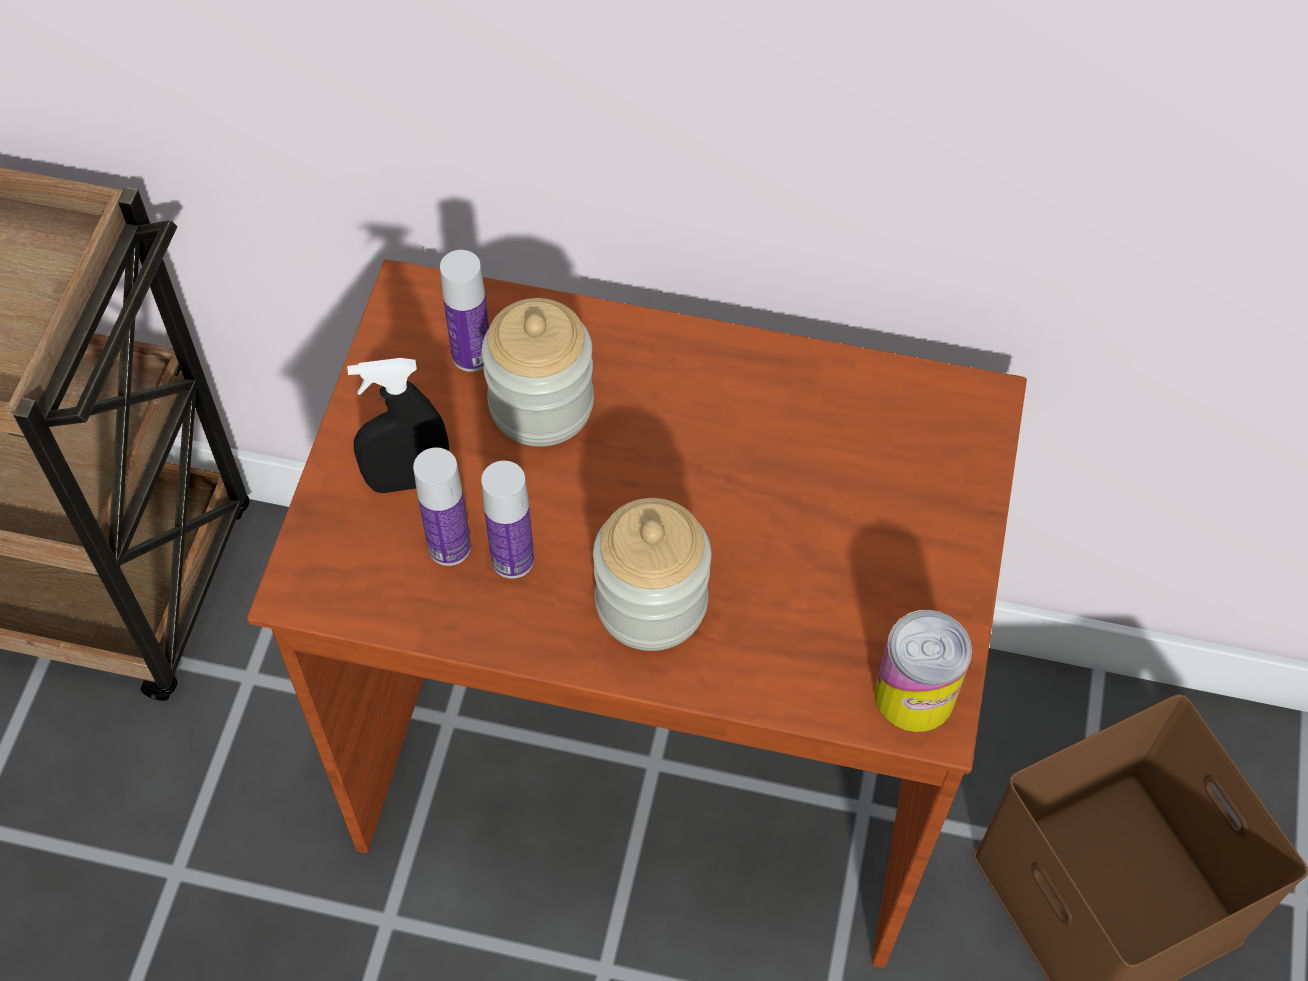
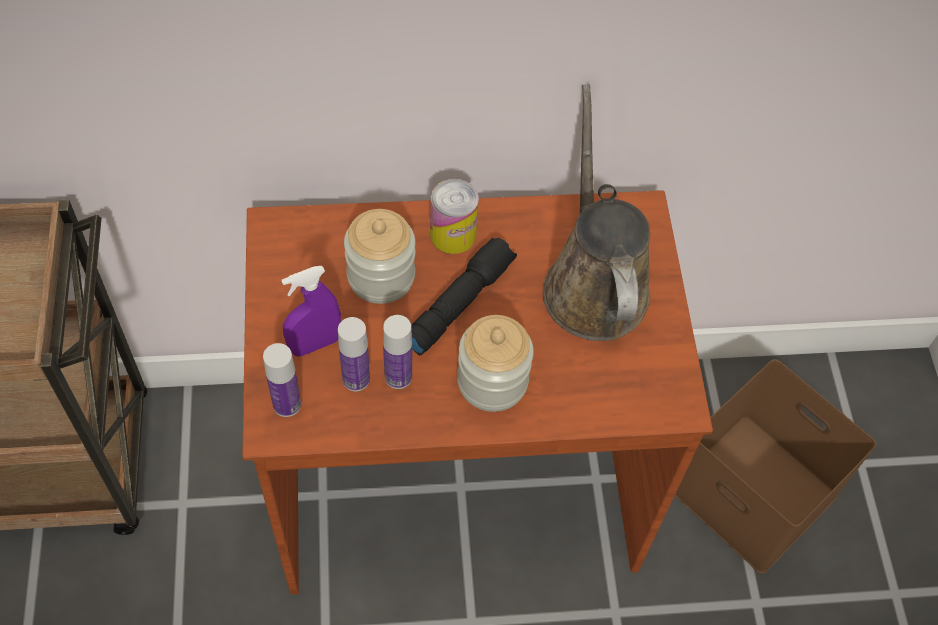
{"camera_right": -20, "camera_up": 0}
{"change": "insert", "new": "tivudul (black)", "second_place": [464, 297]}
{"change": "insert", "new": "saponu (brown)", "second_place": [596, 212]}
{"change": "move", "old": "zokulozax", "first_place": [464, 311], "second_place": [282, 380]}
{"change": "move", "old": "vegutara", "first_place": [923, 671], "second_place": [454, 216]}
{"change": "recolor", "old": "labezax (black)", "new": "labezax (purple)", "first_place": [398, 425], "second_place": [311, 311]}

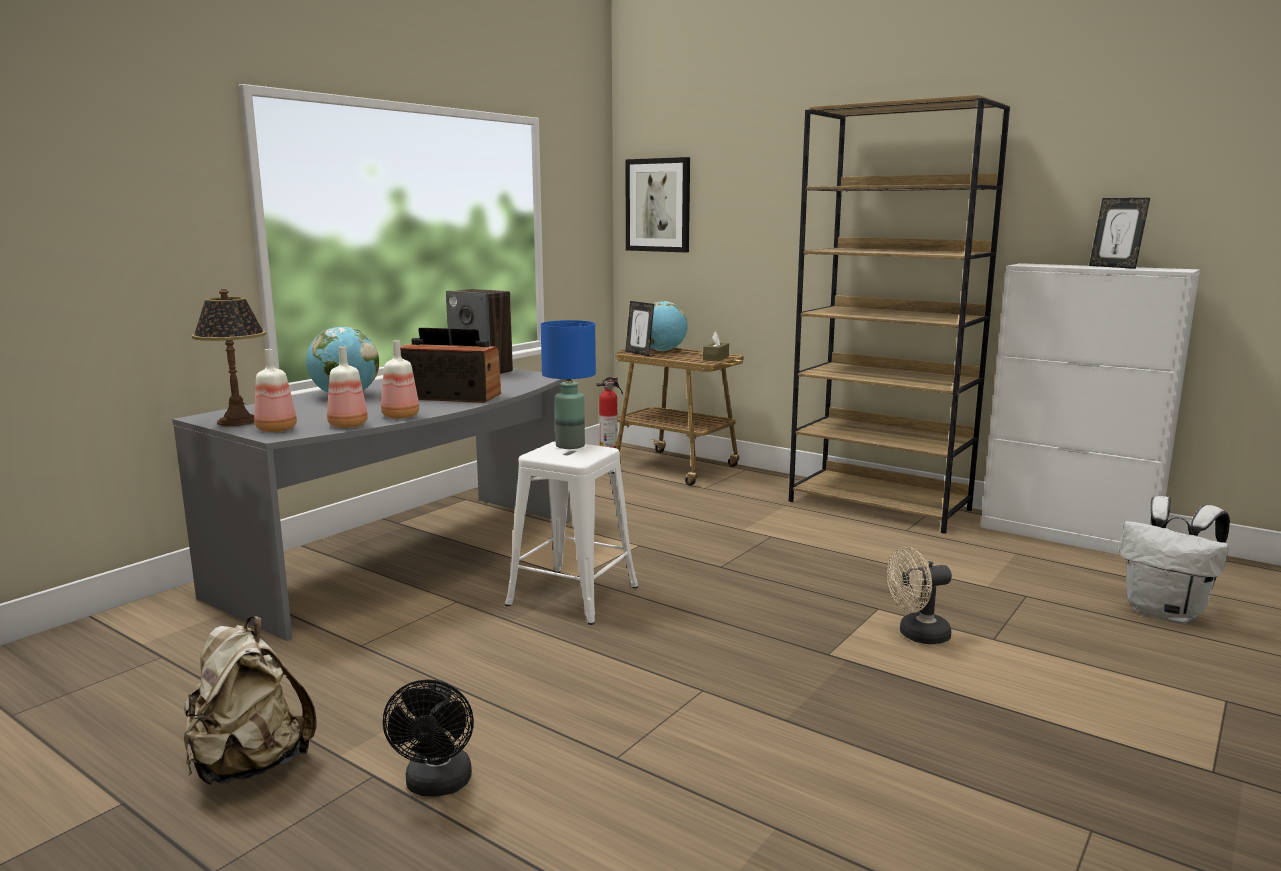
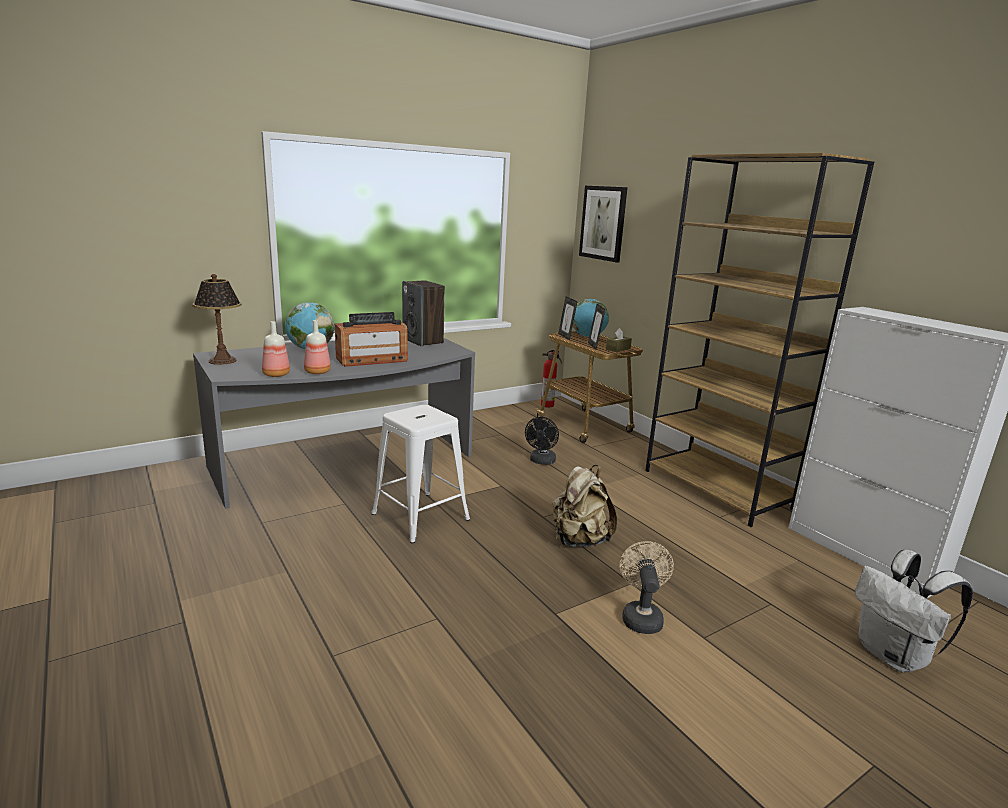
{"camera_right": 20, "camera_up": 5}
{"change": "delete", "old": "zokulozax", "first_place": [275, 390]}
{"change": "delete", "old": "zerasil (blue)", "first_place": [568, 384]}
{"change": "move", "old": "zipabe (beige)", "first_place": [250, 700], "second_place": [585, 506]}
{"change": "move", "old": "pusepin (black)", "first_place": [428, 738], "second_place": [542, 441]}
{"change": "move", "old": "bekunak", "first_place": [1119, 233], "second_place": [596, 327]}
{"change": "rotate", "old": "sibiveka", "first_place": [450, 365], "second_place": [371, 339], "degrees": 120}
{"change": "rotate", "old": "pusepin (beige)", "first_place": [919, 595], "second_place": [647, 587], "degrees": 90}

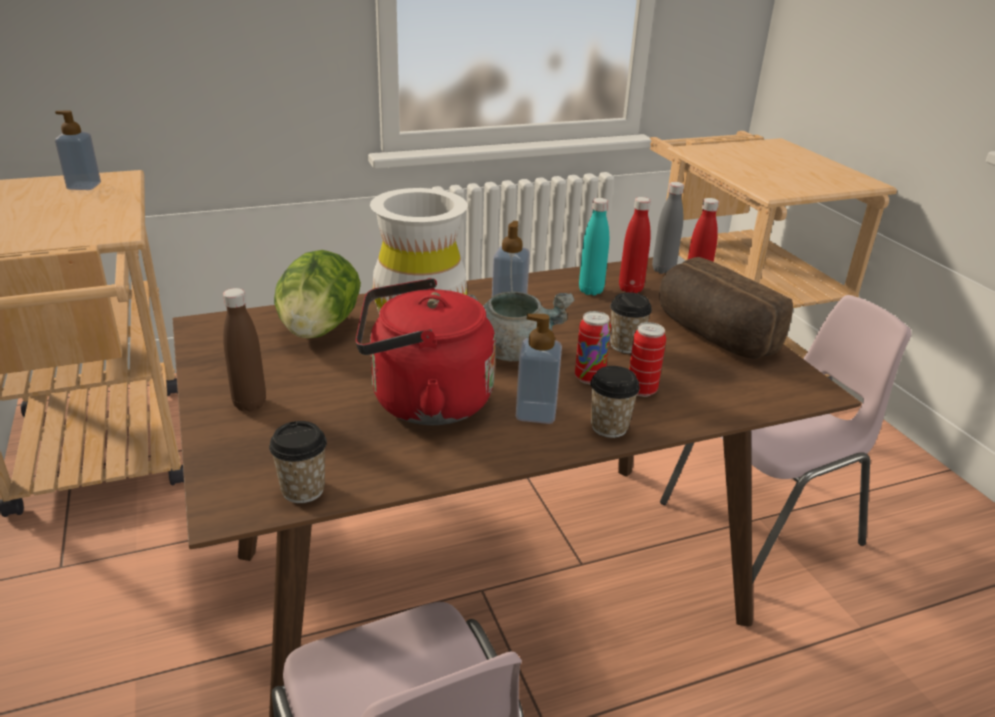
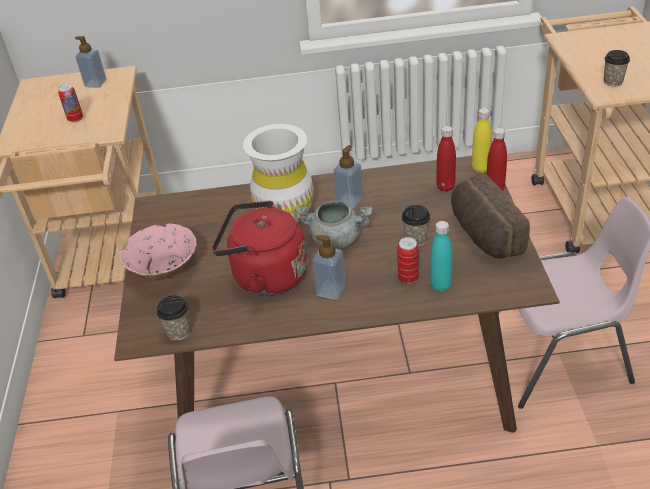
{"camera_right": 20, "camera_up": 10}
{"change": "delete", "old": "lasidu", "first_place": [317, 294]}
{"change": "move", "old": "vegutara", "first_place": [593, 347], "second_place": [70, 103]}
{"change": "move", "old": "zokulozax (turquoise)", "first_place": [594, 246], "second_place": [441, 256]}
{"change": "move", "old": "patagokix", "first_place": [615, 402], "second_place": [617, 68]}
{"change": "replace", "old": "zokulozax (brown)", "new": "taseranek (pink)", "first_place": [244, 349], "second_place": [158, 251]}
{"change": "recolor", "old": "zokulozax (grey)", "new": "zokulozax (yellow)", "first_place": [668, 228], "second_place": [482, 140]}

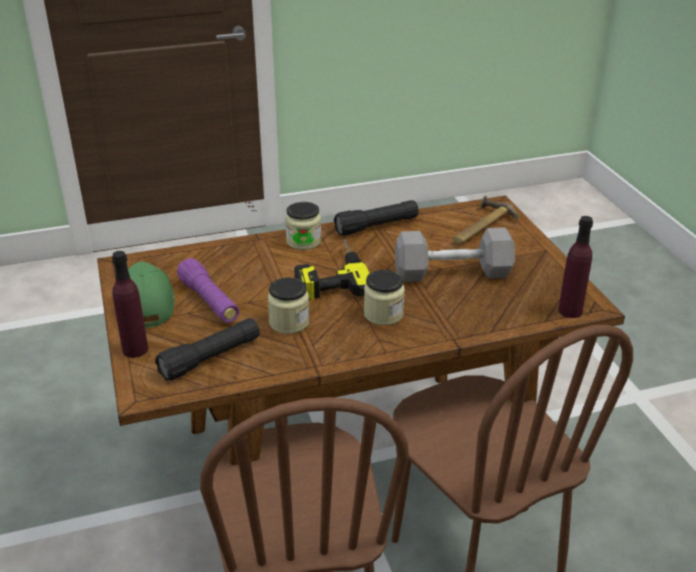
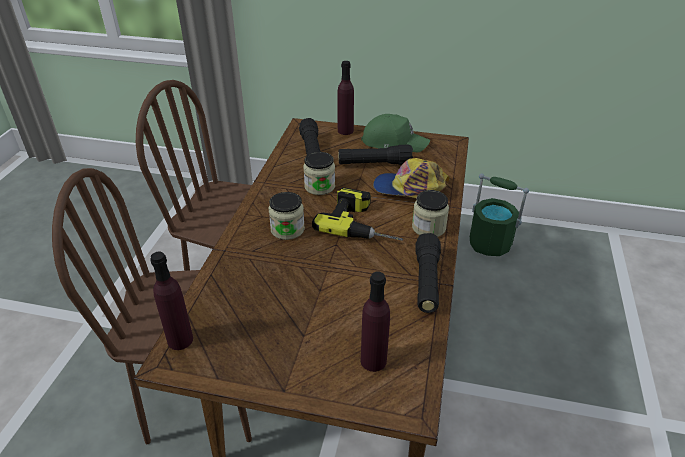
{"camera_right": 120, "camera_up": 5}
{"change": "delete", "old": "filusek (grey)", "first_place": [455, 254]}
{"change": "insert", "new": "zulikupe", "second_place": [411, 178]}
{"change": "insert", "new": "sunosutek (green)", "second_place": [499, 214]}
{"change": "replace", "old": "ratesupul", "new": "zokulozax (purple)", "first_place": [486, 219], "second_place": [375, 321]}
{"change": "recolor", "old": "tivudul (purple)", "new": "tivudul (black)", "first_place": [208, 290], "second_place": [375, 154]}

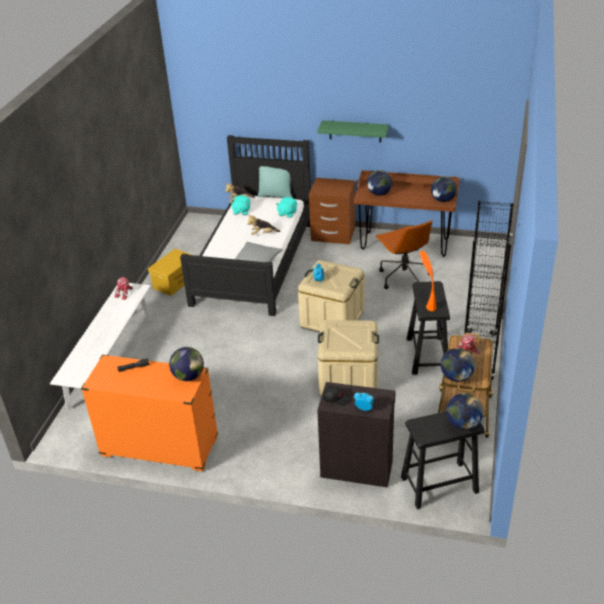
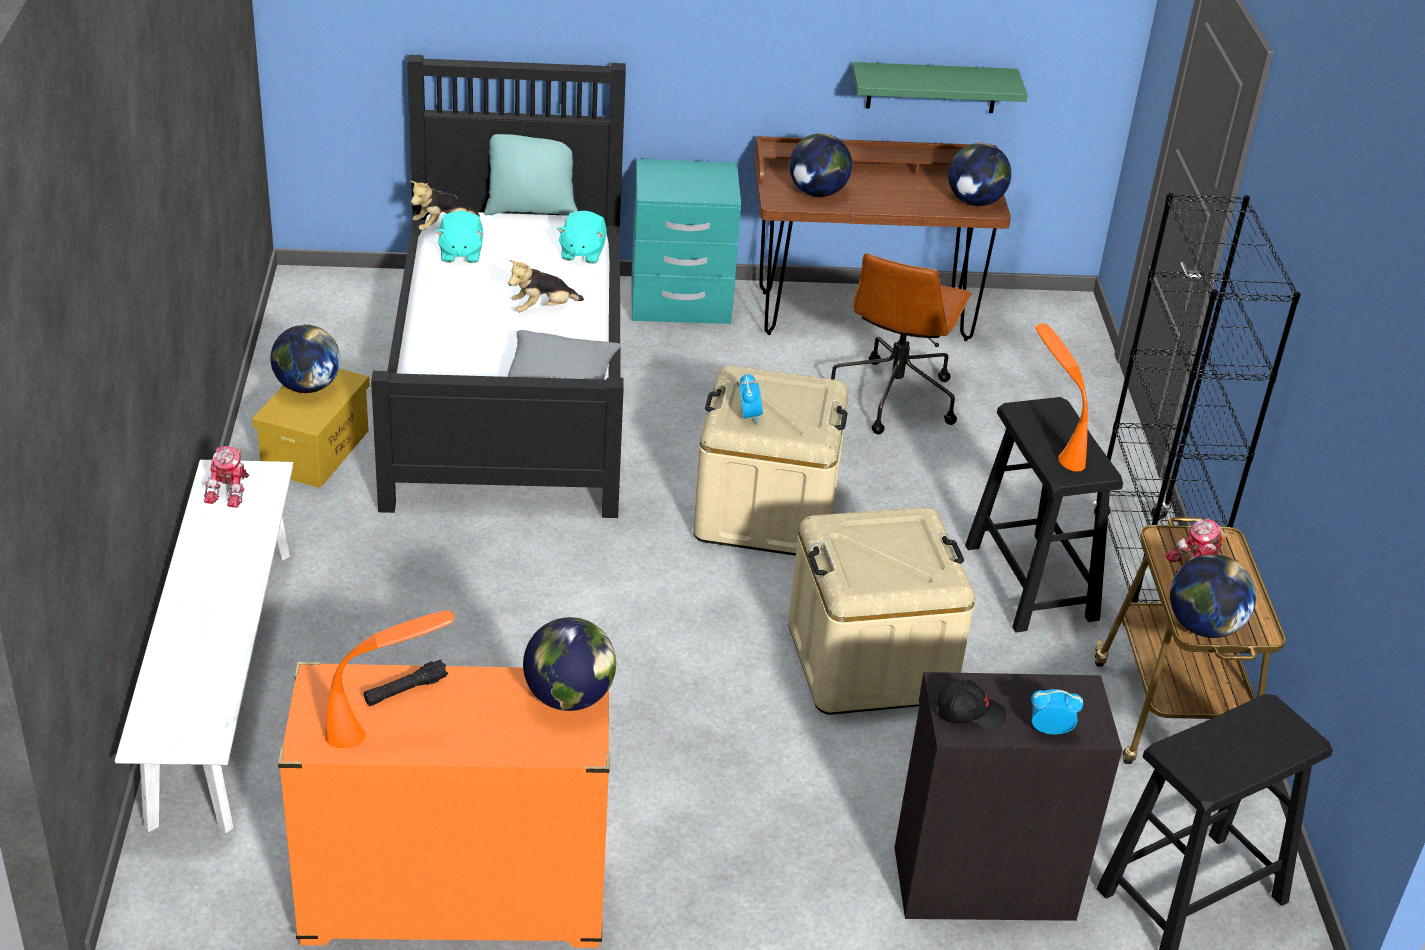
{"camera_right": -20, "camera_up": 0}
{"change": "insert", "new": "zerasil (orange)", "second_place": [390, 679]}
{"change": "move", "old": "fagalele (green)", "first_place": [353, 131], "second_place": [940, 87]}
{"change": "move", "old": "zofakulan", "first_place": [464, 411], "second_place": [305, 359]}
{"change": "recolor", "old": "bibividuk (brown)", "new": "bibividuk (turquoise)", "first_place": [332, 211], "second_place": [686, 241]}
{"change": "rotate", "old": "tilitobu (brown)", "first_place": [404, 254], "second_place": [901, 344], "degrees": 60}

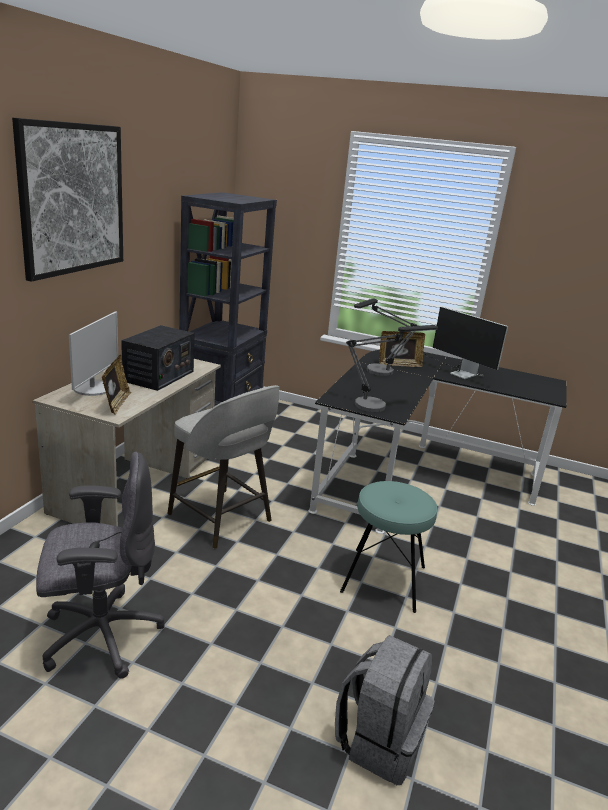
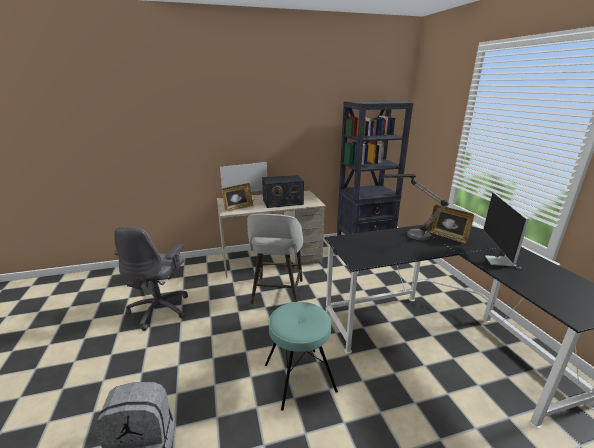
{"camera_right": 55, "camera_up": 0}
{"change": "delete", "old": "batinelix", "first_place": [67, 200]}
{"change": "delete", "old": "zerasil", "first_place": [392, 368]}
{"change": "rotate", "old": "tilitobu (grey)", "first_place": [100, 565], "second_place": [151, 279], "degrees": 60}

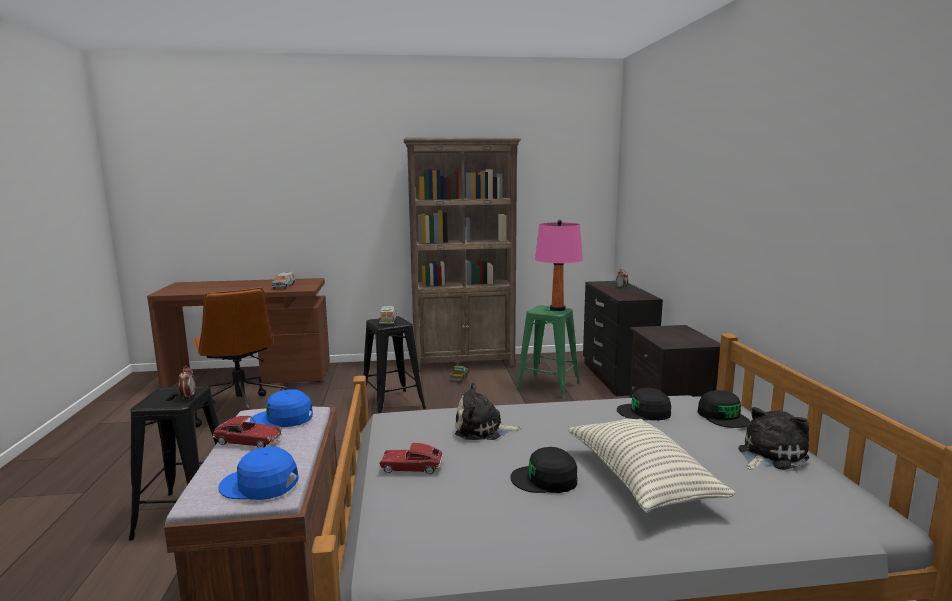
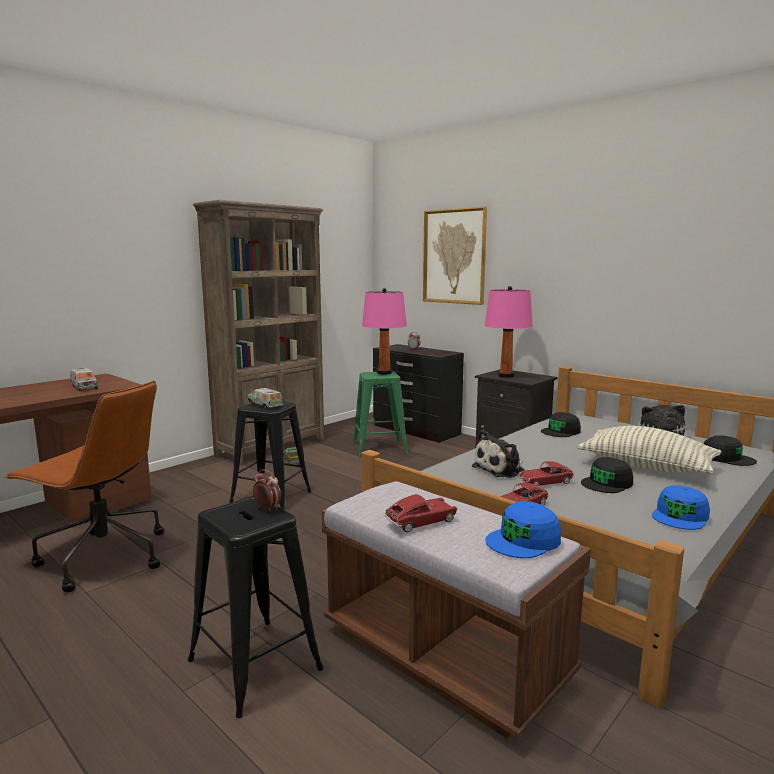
{"camera_right": -40, "camera_up": 0}
{"change": "insert", "new": "batinelix", "second_place": [455, 256]}
{"change": "insert", "new": "zerasil (pink)", "second_place": [508, 332]}
{"change": "insert", "new": "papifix", "second_place": [546, 473]}
{"change": "move", "old": "zulikupe (blue)", "first_place": [281, 408], "second_place": [681, 507]}
{"change": "move", "old": "zulikupe (black)", "first_place": [724, 409], "second_place": [730, 450]}

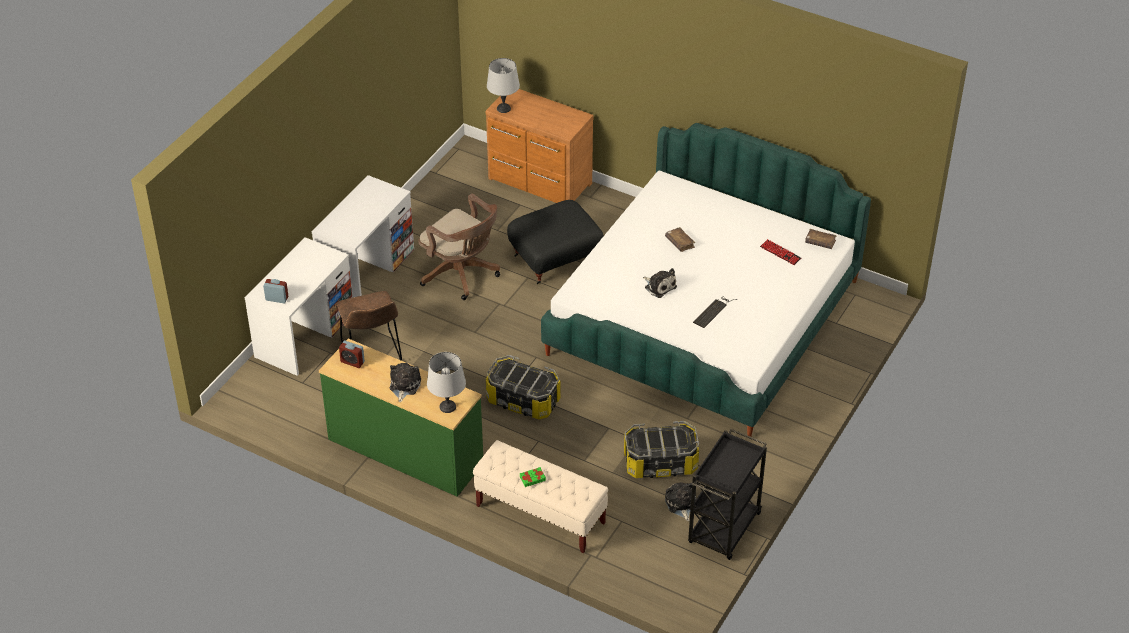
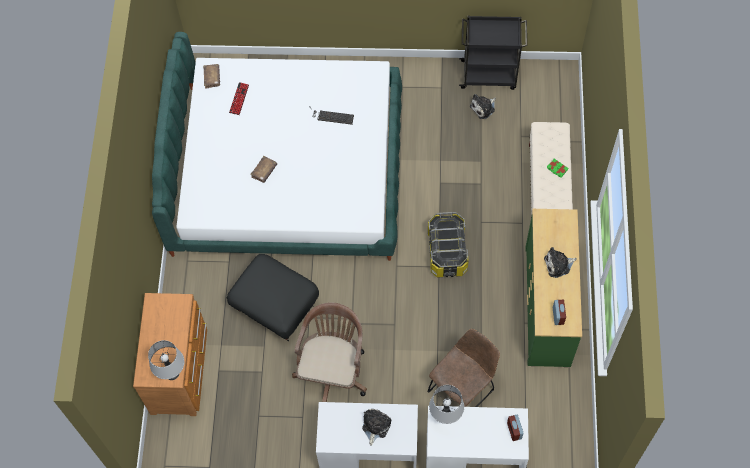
{"camera_right": -115, "camera_up": 20}
{"change": "delete", "old": "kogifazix", "first_place": [661, 449]}
{"change": "move", "old": "zerasil (grey)", "first_place": [446, 382], "second_place": [446, 404]}
{"change": "move", "old": "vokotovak", "first_place": [660, 283], "second_place": [376, 427]}

